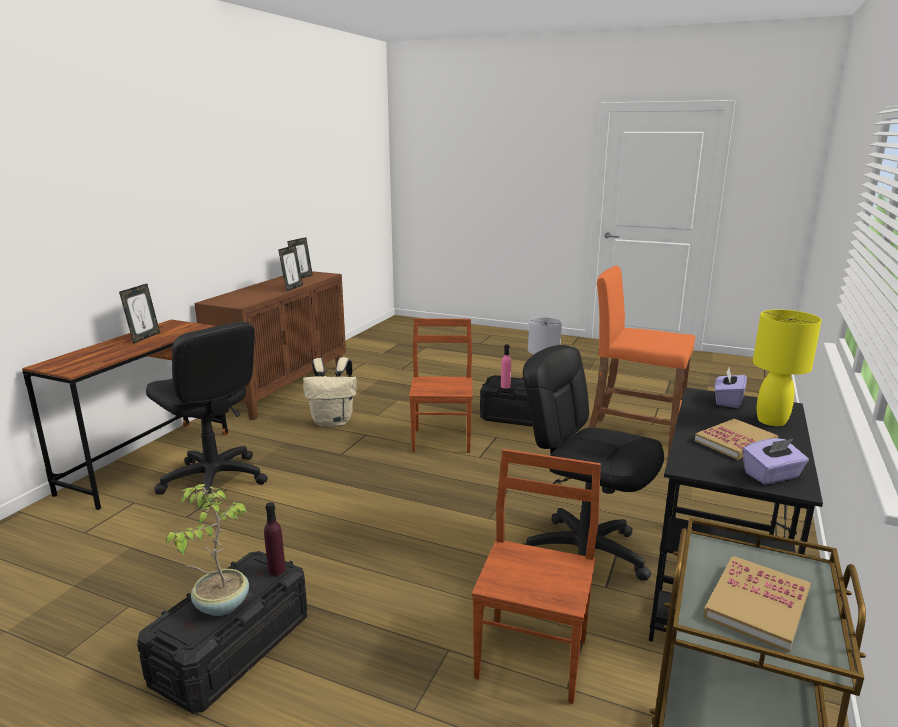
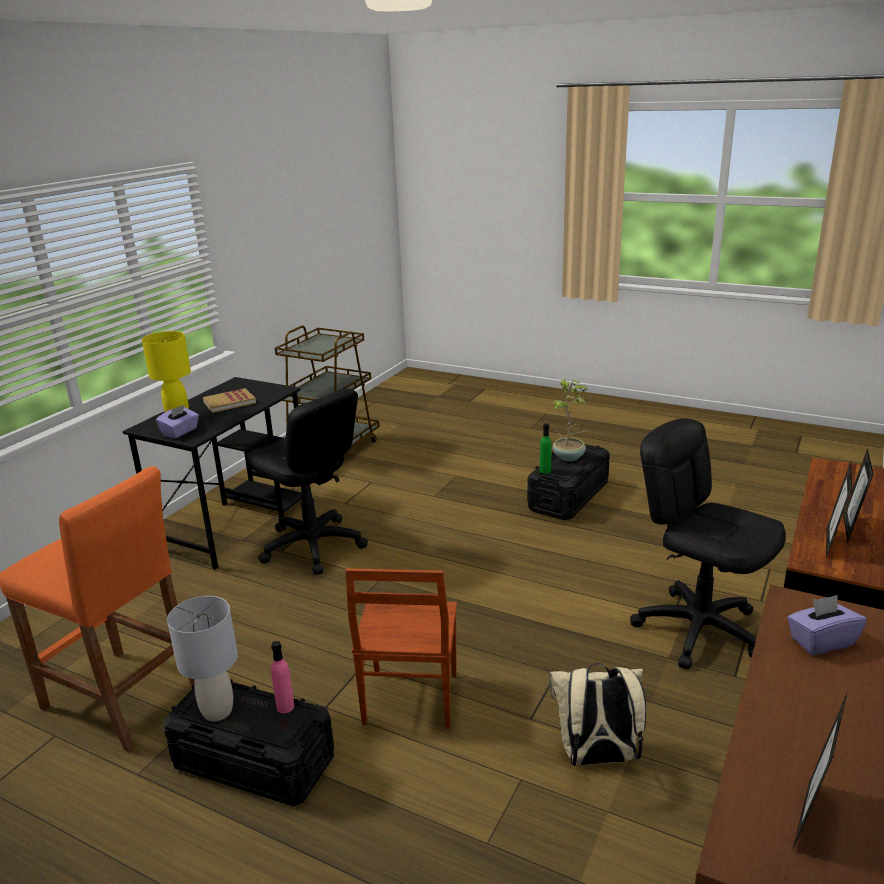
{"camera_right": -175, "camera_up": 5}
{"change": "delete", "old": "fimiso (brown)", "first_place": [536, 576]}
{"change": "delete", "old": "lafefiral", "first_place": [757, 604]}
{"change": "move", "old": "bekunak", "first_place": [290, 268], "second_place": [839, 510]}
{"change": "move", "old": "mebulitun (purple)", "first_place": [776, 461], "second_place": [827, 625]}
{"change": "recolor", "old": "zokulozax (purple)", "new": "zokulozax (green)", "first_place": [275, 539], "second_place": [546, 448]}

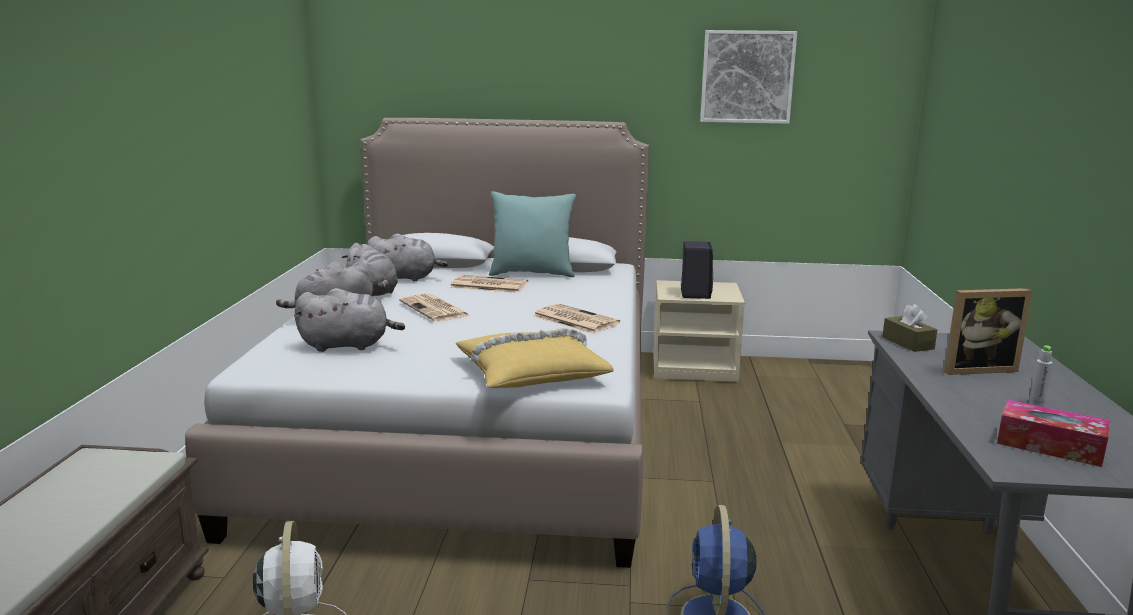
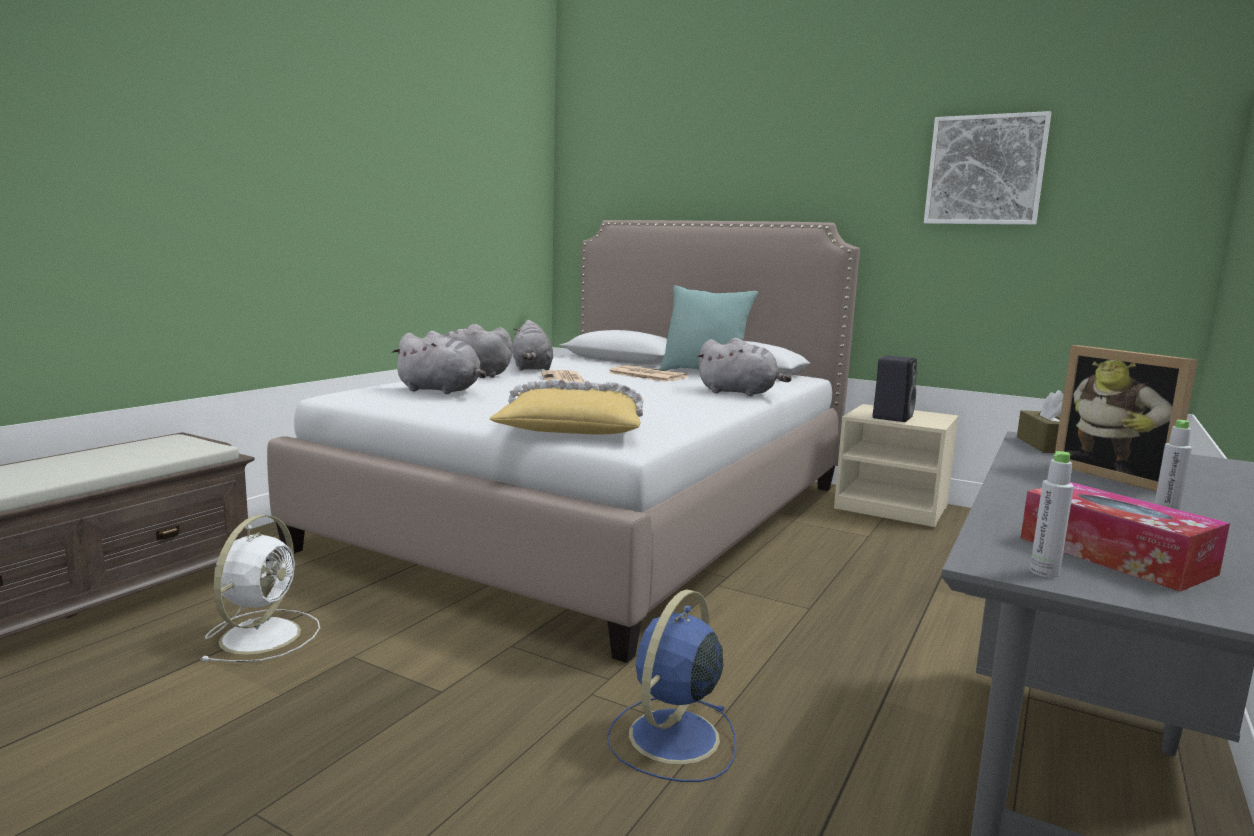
{"camera_right": 25, "camera_up": -5}
{"change": "delete", "old": "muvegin", "first_place": [576, 318]}
{"change": "insert", "new": "zokulozax (grey)", "second_place": [1052, 514]}
{"change": "move", "old": "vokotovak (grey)", "first_place": [407, 258], "second_place": [744, 367]}
{"change": "rotate", "old": "bekunak", "first_place": [988, 331], "second_place": [1126, 418], "degrees": 45}

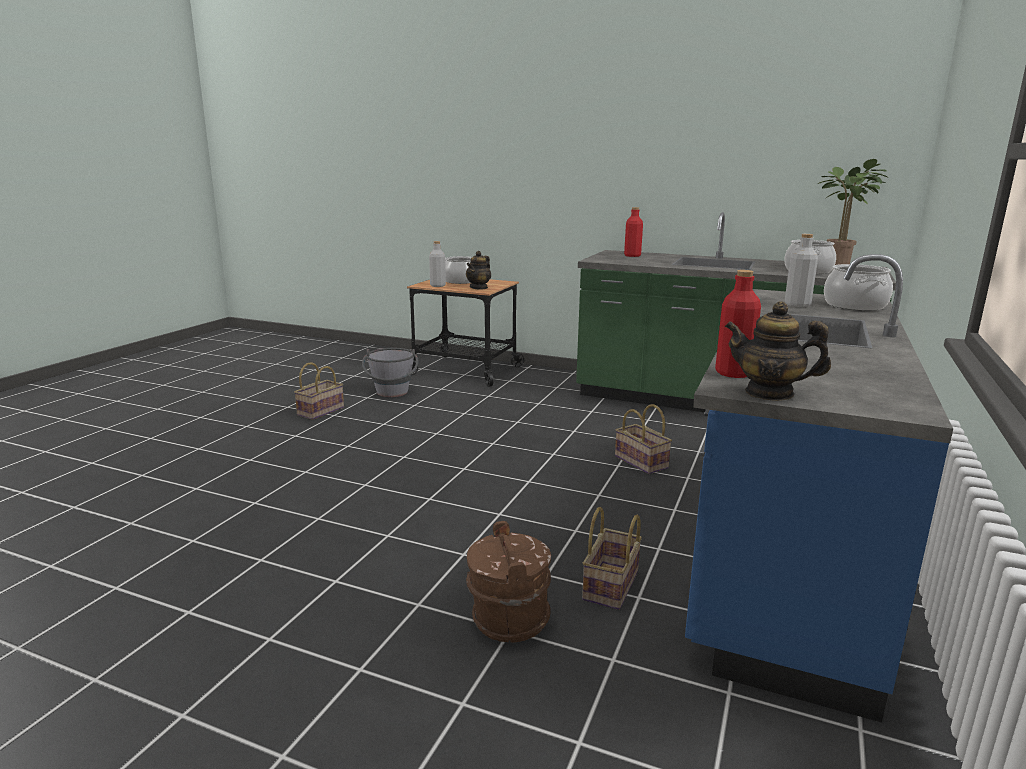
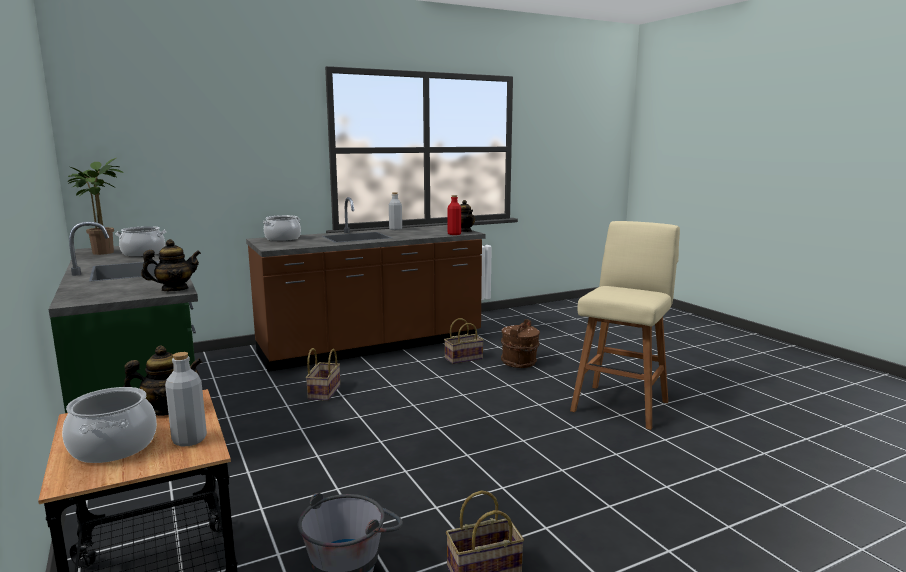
{"camera_right": -140, "camera_up": -5}
{"change": "delete", "old": "zokulozax (red)", "first_place": [633, 232]}
{"change": "insert", "new": "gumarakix", "second_place": [171, 265]}
{"change": "insert", "new": "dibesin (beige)", "second_place": [625, 325]}
{"change": "move", "old": "zokulozax (grey)", "first_place": [801, 270], "second_place": [395, 211]}
{"change": "recolor", "old": "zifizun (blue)", "new": "zifizun (brown)", "first_place": [819, 488], "second_place": [366, 284]}

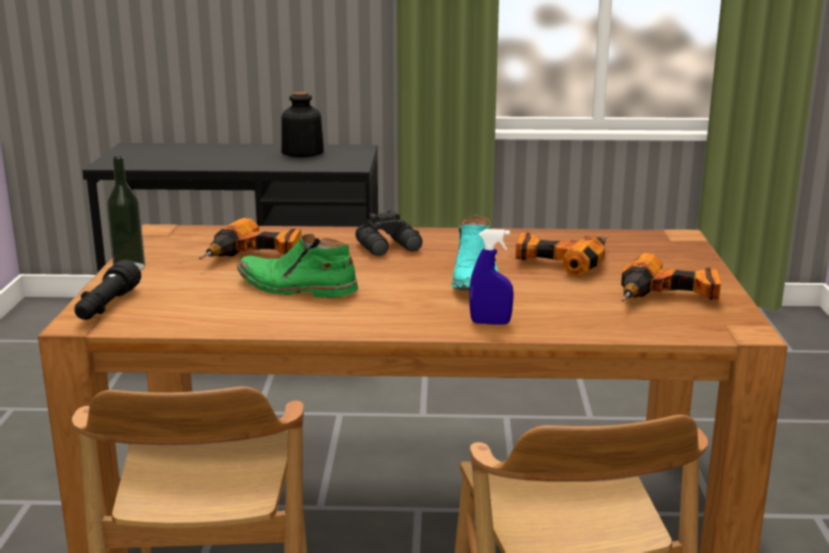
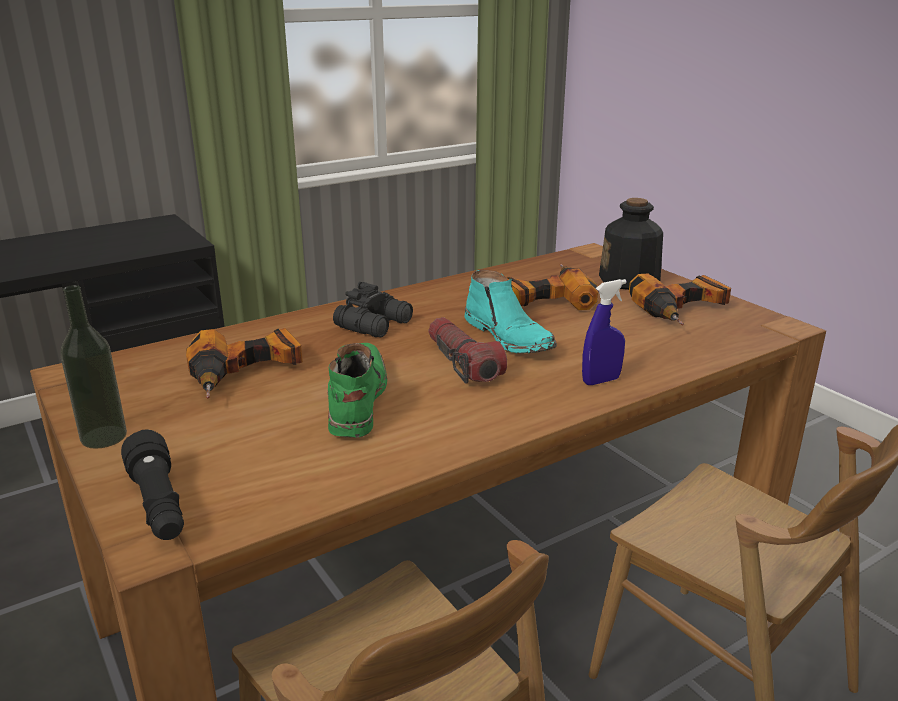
{"camera_right": -35, "camera_up": 5}
{"change": "insert", "new": "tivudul", "second_place": [467, 350]}
{"change": "move", "old": "zokulozax", "first_place": [302, 124], "second_place": [631, 244]}
{"change": "rotate", "old": "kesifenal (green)", "first_place": [298, 265], "second_place": [357, 390], "degrees": 105}

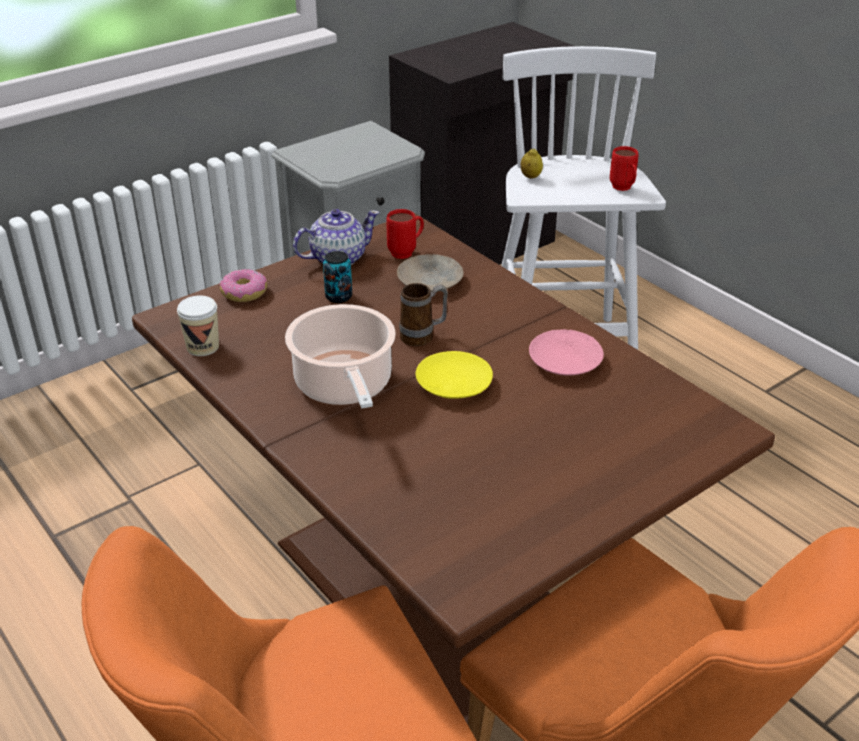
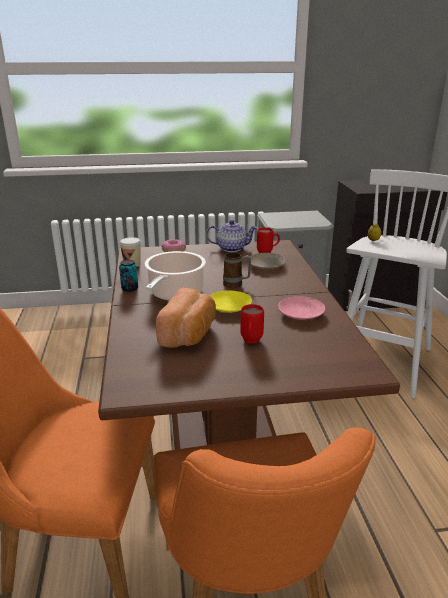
{"camera_right": 30, "camera_up": -10}
{"change": "insert", "new": "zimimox", "second_place": [186, 317]}
{"change": "move", "old": "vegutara", "first_place": [337, 277], "second_place": [128, 276]}
{"change": "move", "old": "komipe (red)", "first_place": [624, 168], "second_place": [252, 324]}

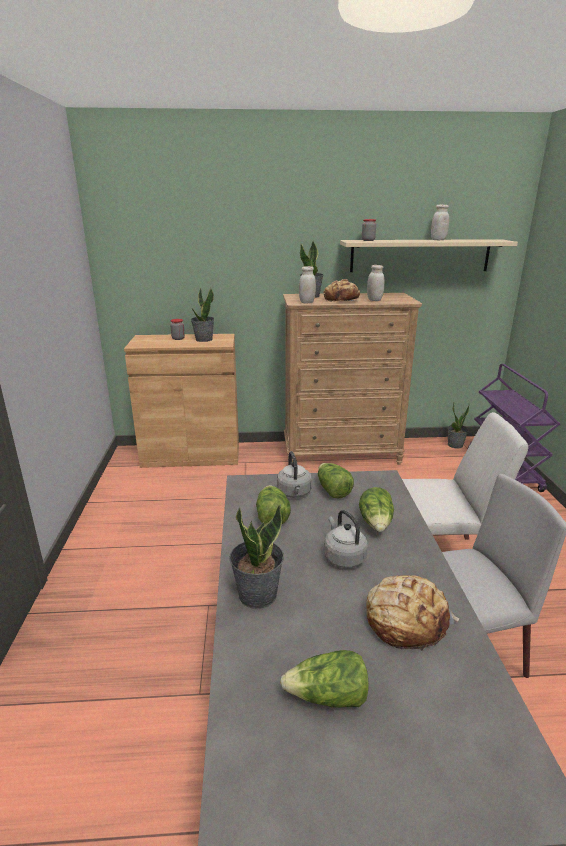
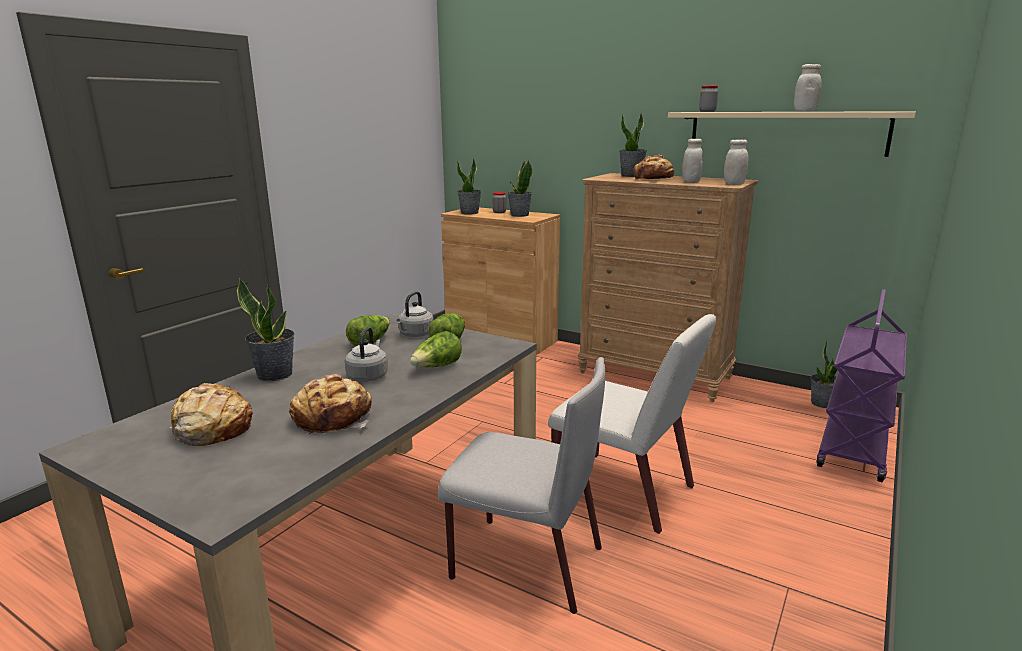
{"camera_right": 35, "camera_up": -5}
{"change": "insert", "new": "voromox", "second_place": [469, 186]}
{"change": "move", "old": "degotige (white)", "first_place": [307, 285], "second_place": [736, 162]}
{"change": "replace", "old": "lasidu", "new": "zimimox", "first_place": [324, 679], "second_place": [211, 414]}

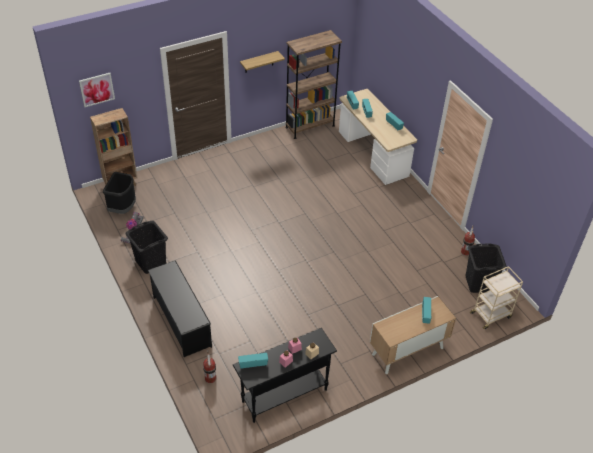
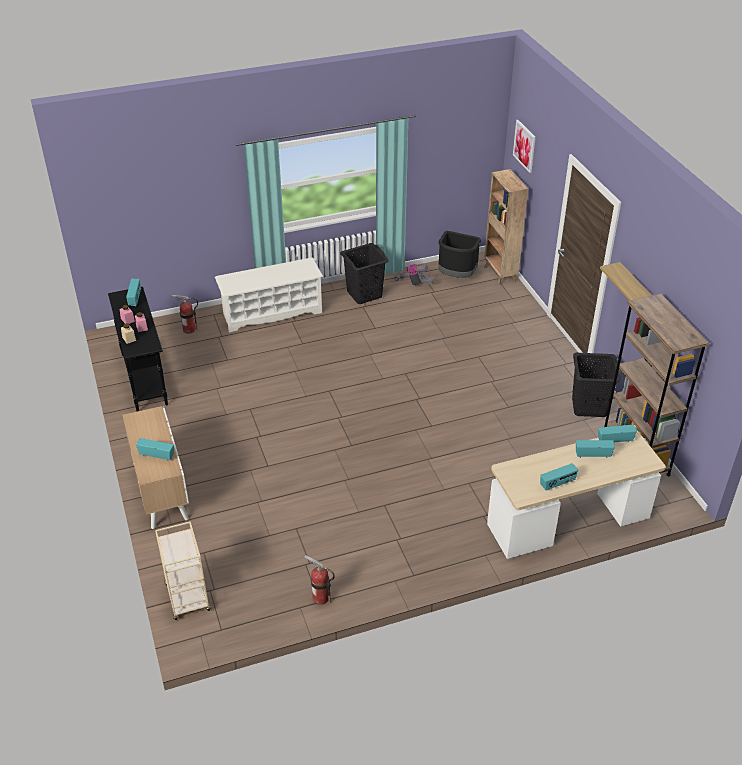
{"camera_right": 100, "camera_up": -5}
{"change": "move", "old": "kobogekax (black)", "first_place": [486, 268], "second_place": [596, 385]}
{"change": "recolor", "old": "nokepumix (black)", "new": "nokepumix (white)", "first_place": [180, 308], "second_place": [269, 295]}

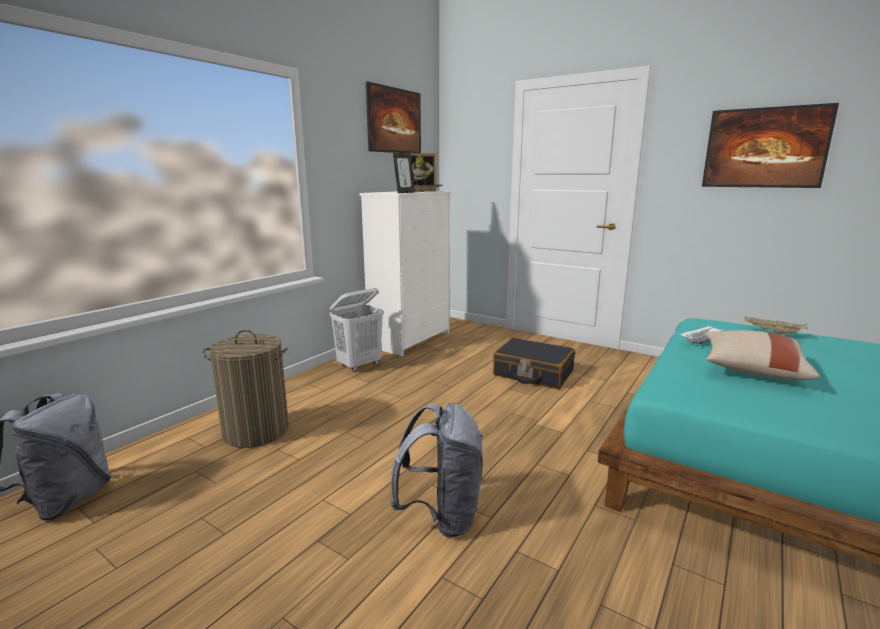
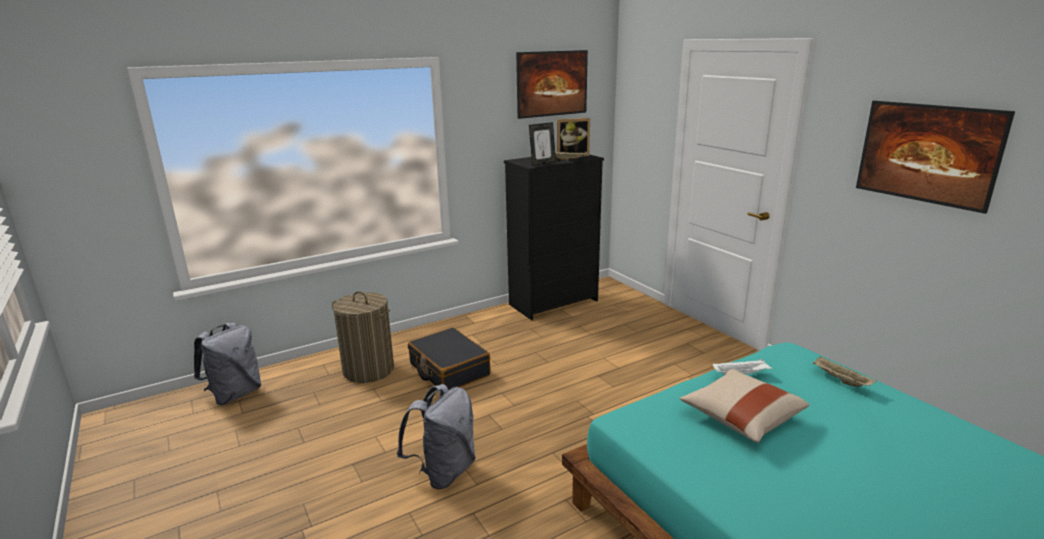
{"camera_right": 25, "camera_up": 5}
{"change": "delete", "old": "kobogekax (white)", "first_place": [356, 330]}
{"change": "move", "old": "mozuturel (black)", "first_place": [534, 363], "second_place": [449, 358]}
{"change": "recolor", "old": "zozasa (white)", "new": "zozasa (black)", "first_place": [405, 273], "second_place": [554, 237]}

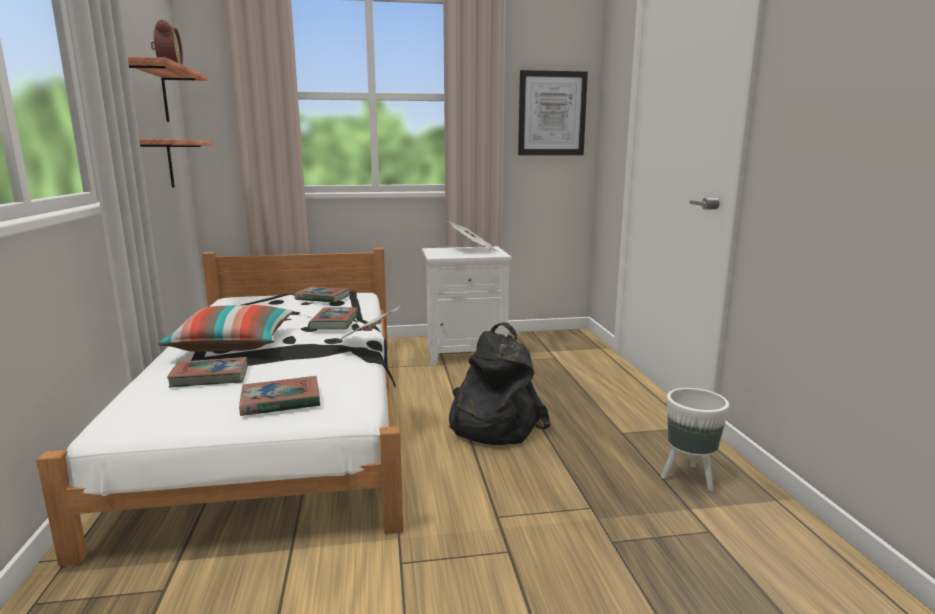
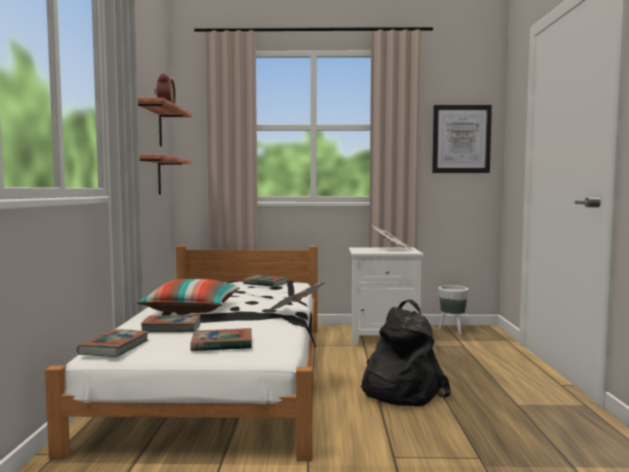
{"camera_right": 10, "camera_up": -10}
{"change": "move", "old": "lafefiral", "first_place": [333, 318], "second_place": [113, 343]}
{"change": "move", "old": "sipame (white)", "first_place": [695, 439], "second_place": [453, 310]}

